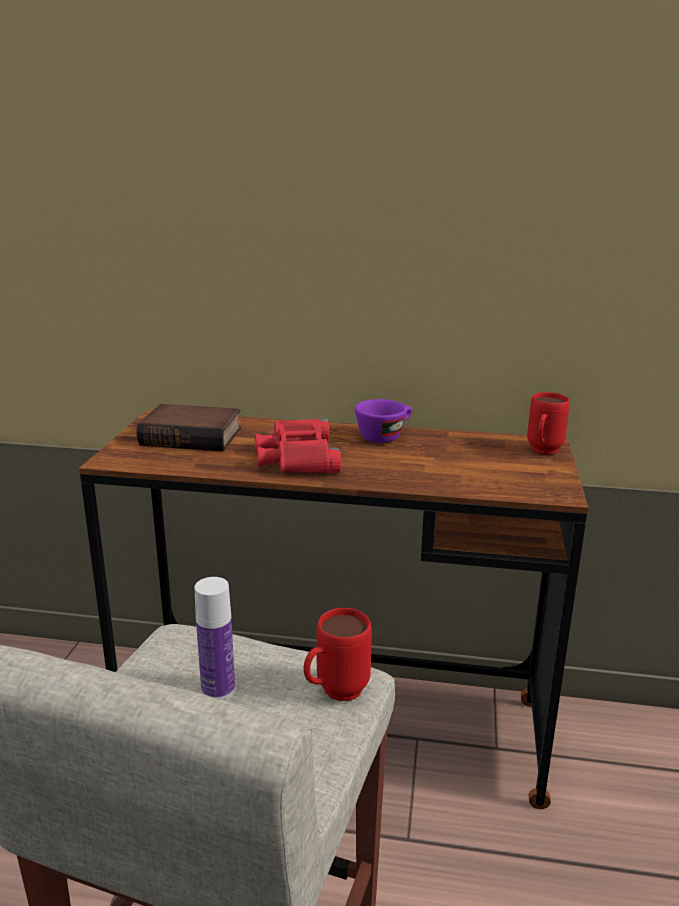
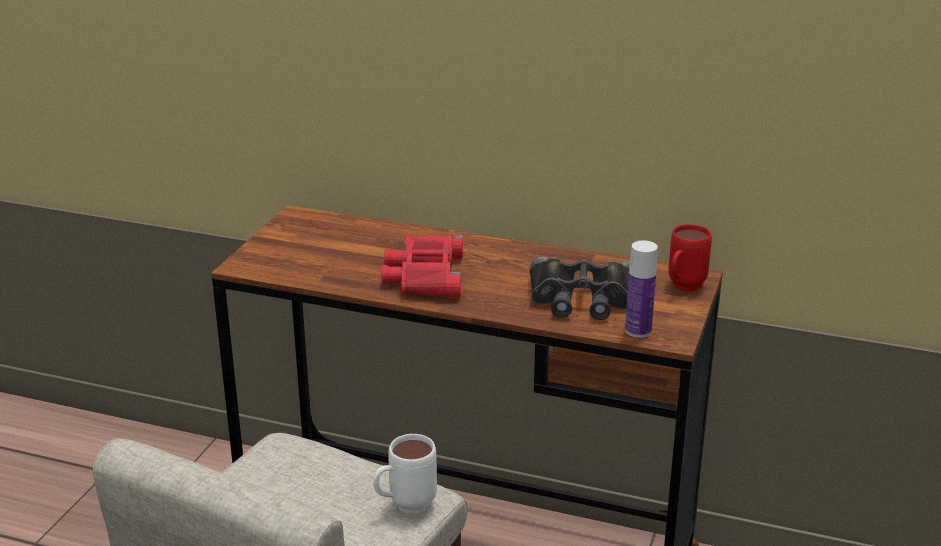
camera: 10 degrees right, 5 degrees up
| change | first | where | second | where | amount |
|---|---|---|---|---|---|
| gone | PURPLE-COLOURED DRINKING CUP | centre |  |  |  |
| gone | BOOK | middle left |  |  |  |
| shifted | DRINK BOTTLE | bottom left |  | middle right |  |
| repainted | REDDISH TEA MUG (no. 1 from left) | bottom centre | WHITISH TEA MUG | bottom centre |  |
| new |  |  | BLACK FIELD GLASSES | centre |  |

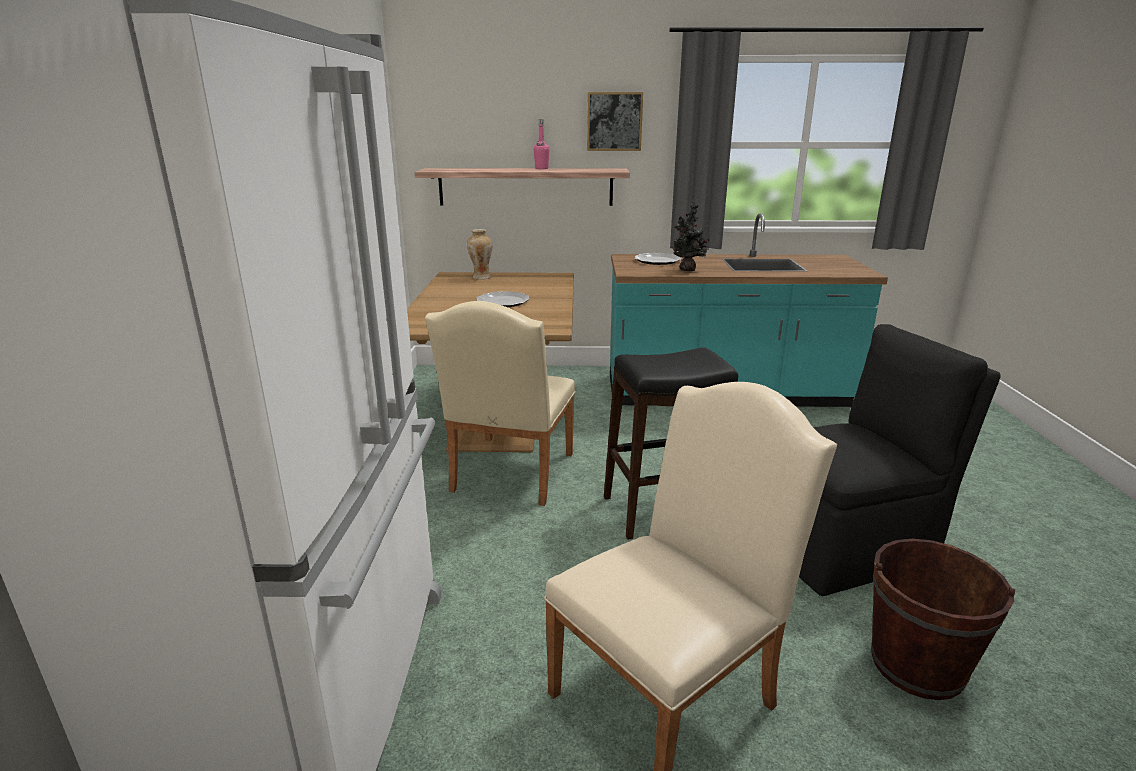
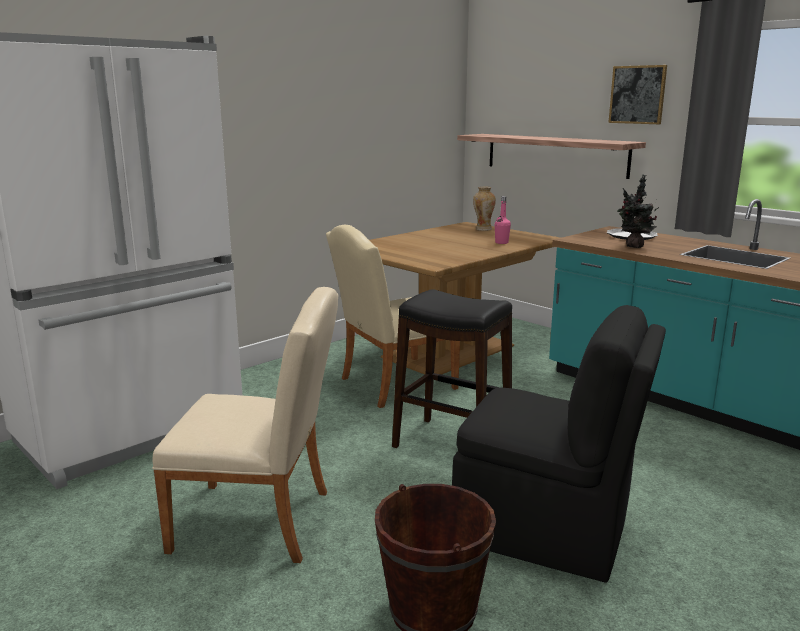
camera: 45 degrees right, 5 degrees down
| change | first | where | second | where | amount |
|---|---|---|---|---|---|
| shifted | PINK-COLOURED DRINK BOTTLE | top centre |  | centre |  |
| gone | DINNER PLATE (no. 1 from left) | centre |  |  |  |

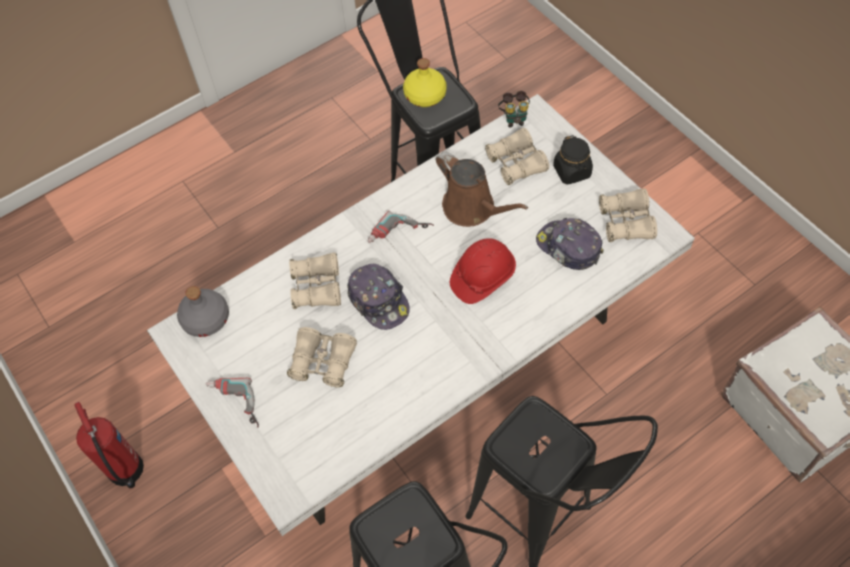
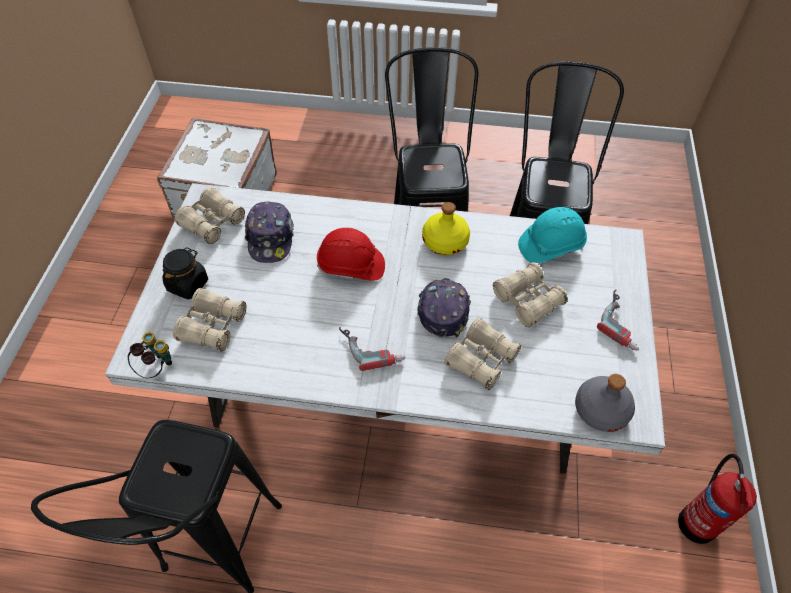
camera: 140 degrees left, 5 degrees down
| change | first | where | second | where | amount |
|---|---|---|---|---|---|
| shifted | YELLOWISH DRINK BOTTLE | top centre |  | centre |  |
| gone | BROWN WATERING POT | centre |  |  |  |
| new |  |  | BLUE-GREEN HARD HAT | middle right |  |

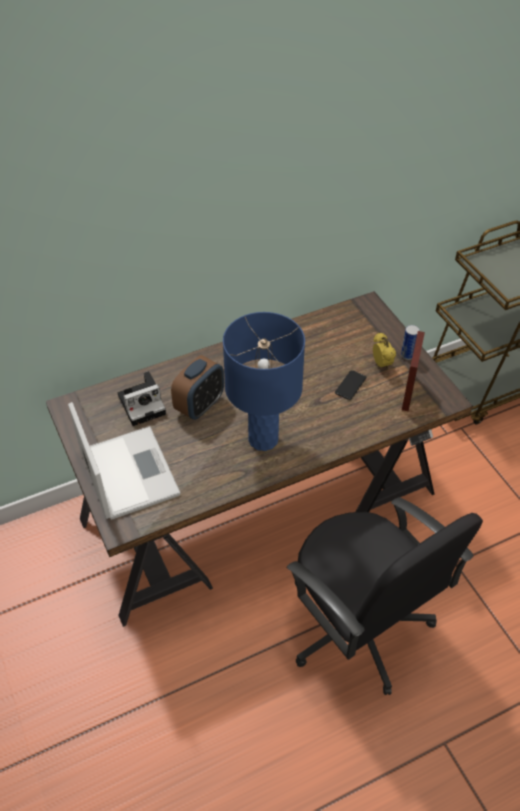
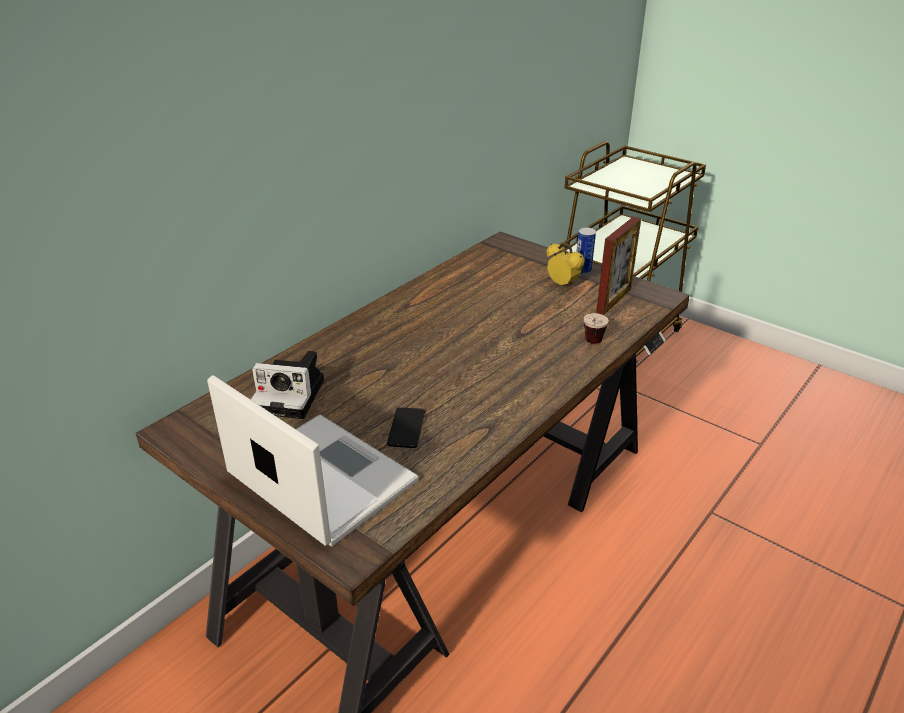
camera: 25 degrees left, 15 degrees down
| change | first | where | second | where | amount |
|---|---|---|---|---|---|
| gone | BLUISH TABLETOP LAMP | centre |  |  |  |
| rotated | PHOTO FRAME | middle right |  | middle right | 45 degrees clockwise |
| gone | TABLE CLOCK (no. 1 from left) | centre |  |  |  |
| shifted | HANDSET | middle right |  | centre |  |
| rotated | PHOTO CAMERA | middle left |  | middle left | 60 degrees clockwise |
| gone | BLACK OFFICE CHAIR | bottom right |  |  |  |
| new |  |  | DRINKING CUP | centre |  |

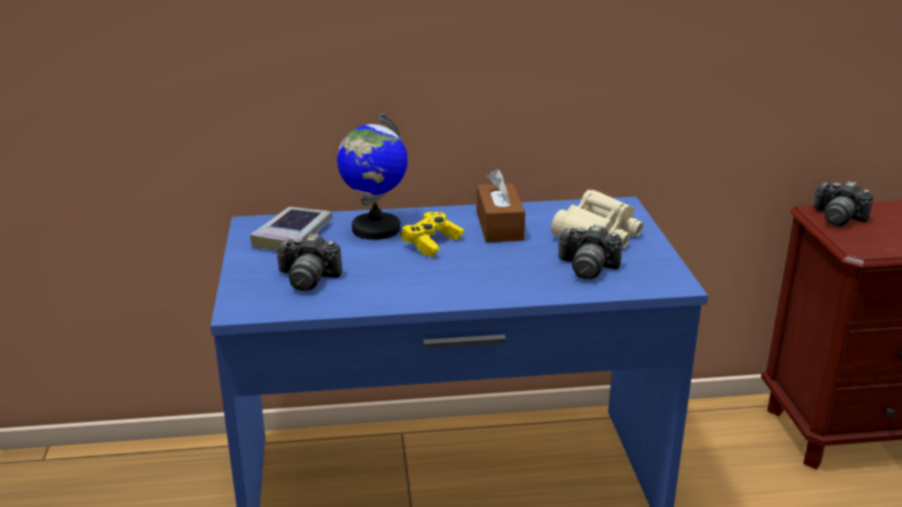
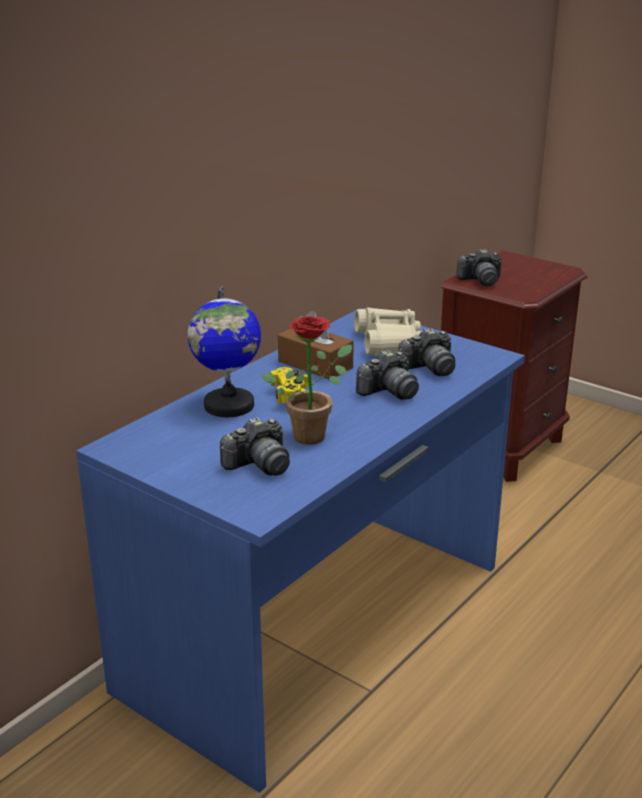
camera: 45 degrees left, 0 degrees up
| change | first | where | second | where | amount |
|---|---|---|---|---|---|
| gone | BOOK | middle left |  |  |  |
| new |  |  | POTTED PLANT | centre |  |
| new |  |  | PHOTO CAMERA (no. 2 from left) | centre |  |

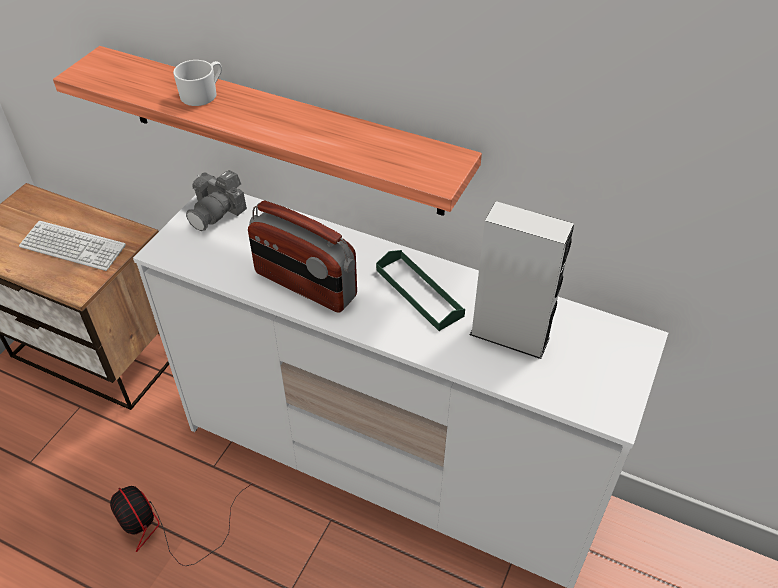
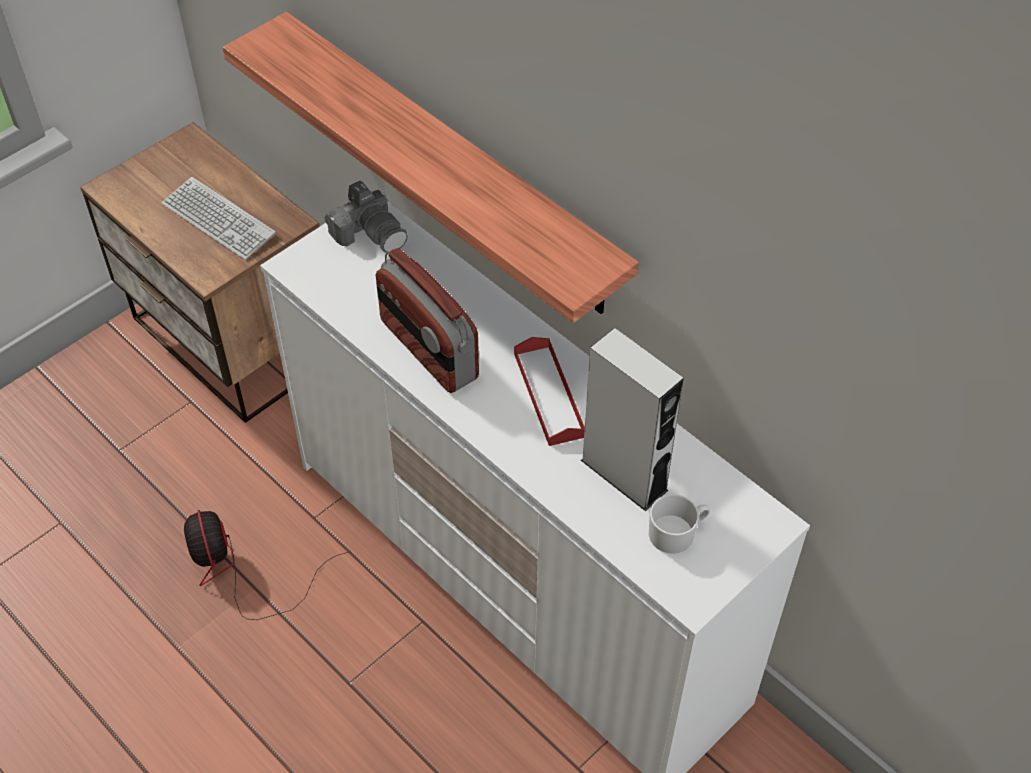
camera: 20 degrees right, 5 degrees up
| change | first | where | second | where | amount |
|---|---|---|---|---|---|
| shifted | WHITISH TEA MUG | top left |  | bottom centre |  |
| rotated | PHOTO CAMERA | middle left |  | top centre | 90 degrees counterclockwise |
| repainted | GREEN-COLOURED TRAY | centre | REDDISH TRAY | centre |  |

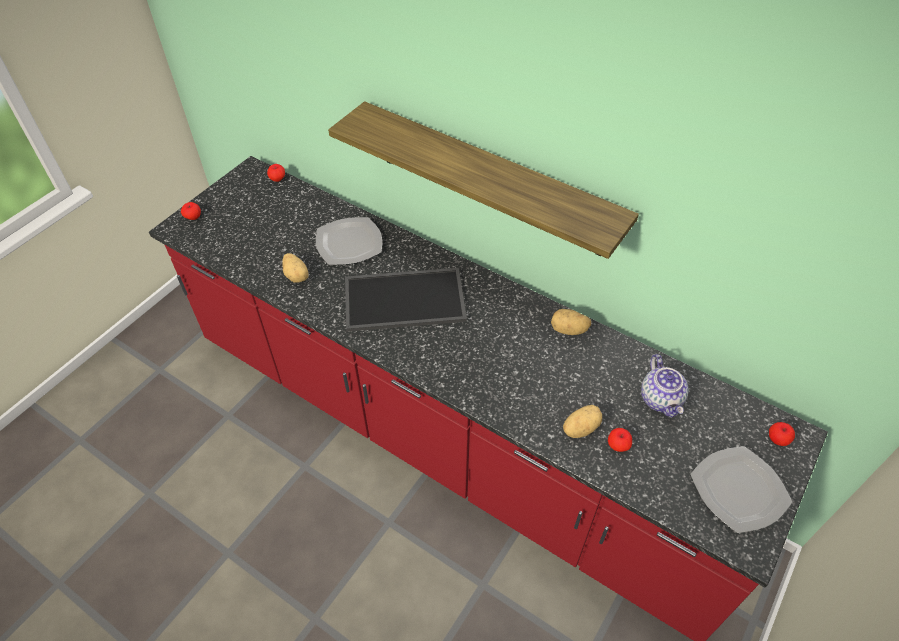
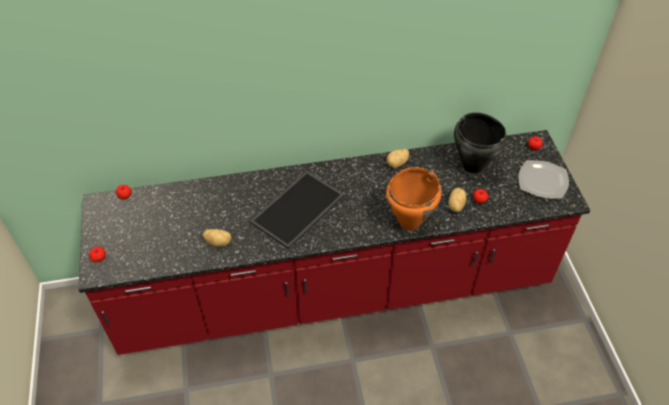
camera: 45 degrees left, 0 degrees up
| change | first | where | second | where | amount |
|---|---|---|---|---|---|
| gone | BRACKET SHELF | top centre |  |  |  |
| gone | DINNER PLATE (no. 1 from left) | centre |  |  |  |
| swapped | TEAPOT | middle right | BLACK STOCKPOT | middle right |  |
| new |  |  | ORANGEY STOCKPOT | centre |  |

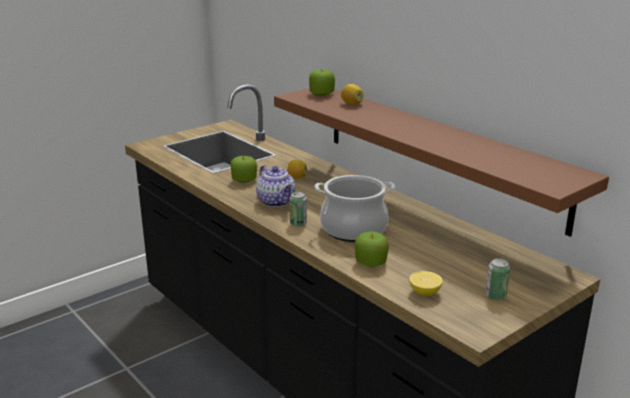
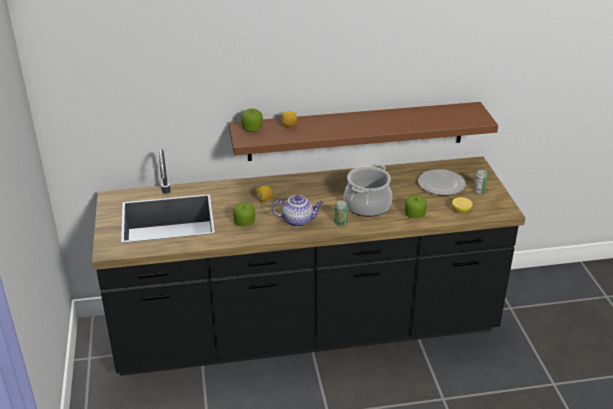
camera: 60 degrees left, 10 degrees up
| change | first | where | second | where | amount |
|---|---|---|---|---|---|
| new |  |  | DINNER PLATE | middle right |  |

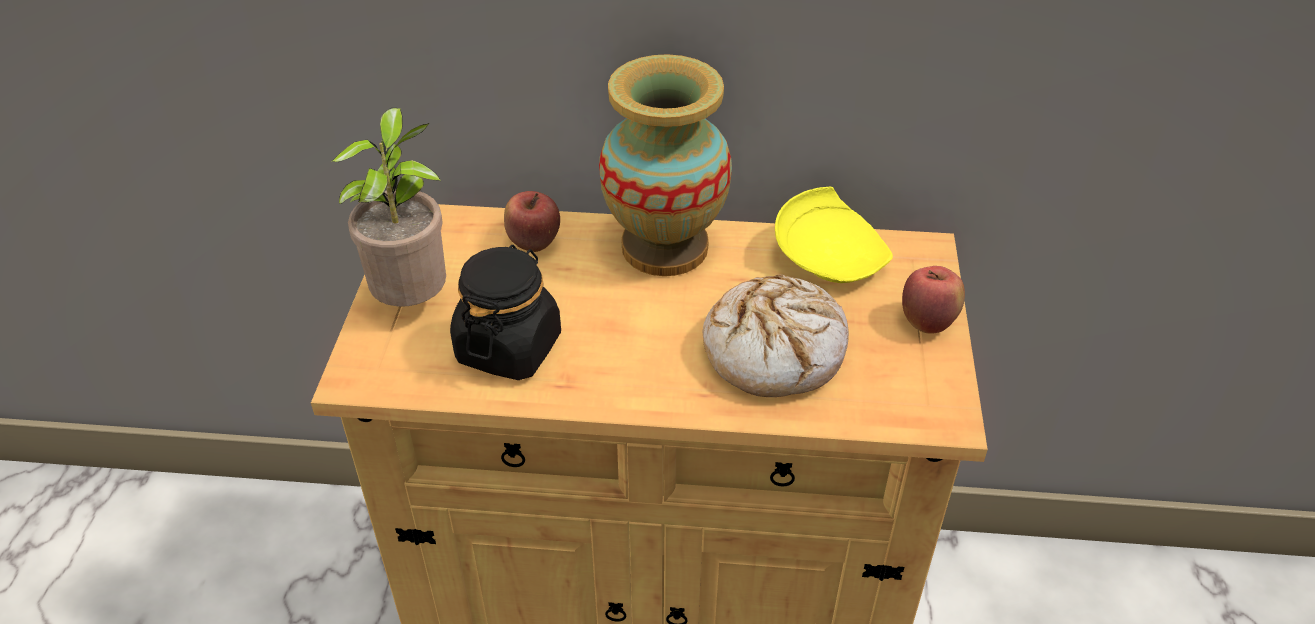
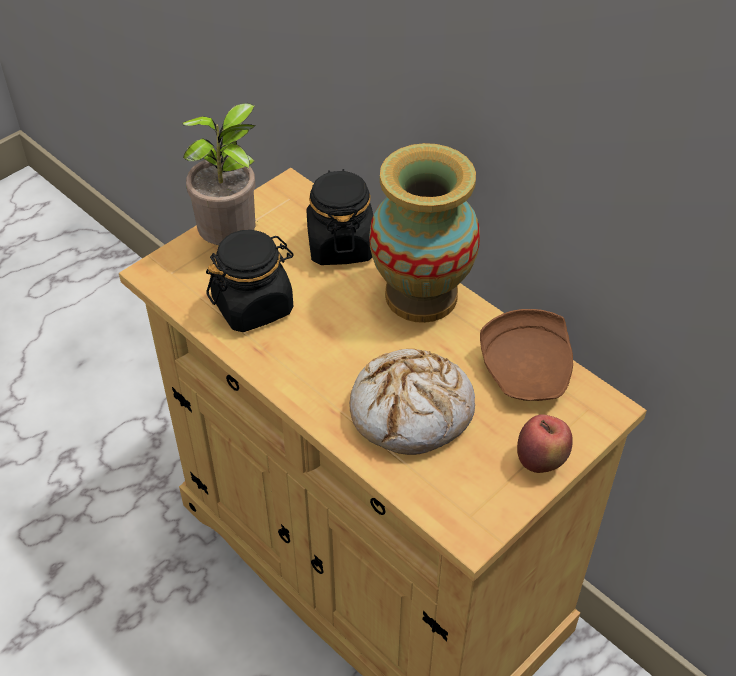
camera: 40 degrees right, 5 degrees up
| change | first | where | second | where | amount |
|---|---|---|---|---|---|
| repainted | YELLOWISH DINNER PLATE | centre | BROWN DINNER PLATE | middle right |  |
| swapped | APPLE (no. 1 from left) | centre | BLACK PRESERVE JAR (no. 2 from left) | top centre |  |

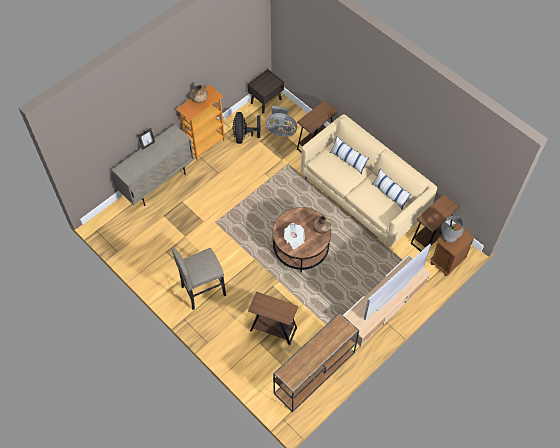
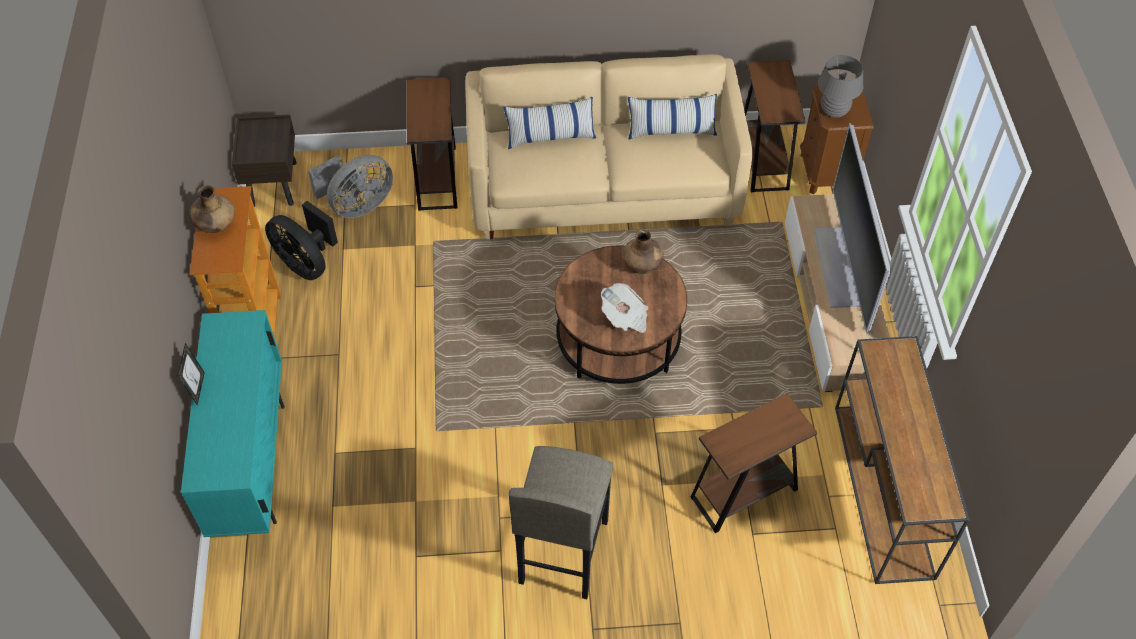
camera: 50 degrees left, 5 degrees down
| change | first | where | second | where | amount |
|---|---|---|---|---|---|
| repainted | BEIGE-COLOURED STORAGE CABINET | middle left | BLUE-GREEN STORAGE CABINET | middle left |  |

